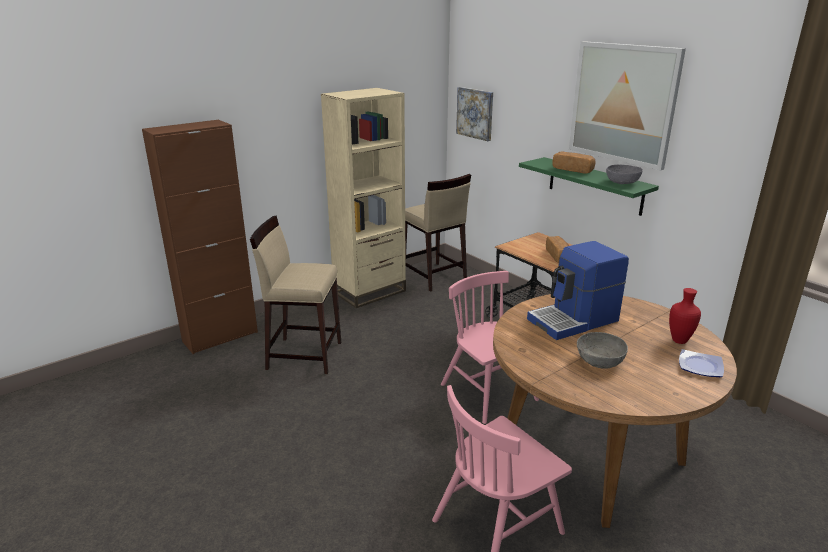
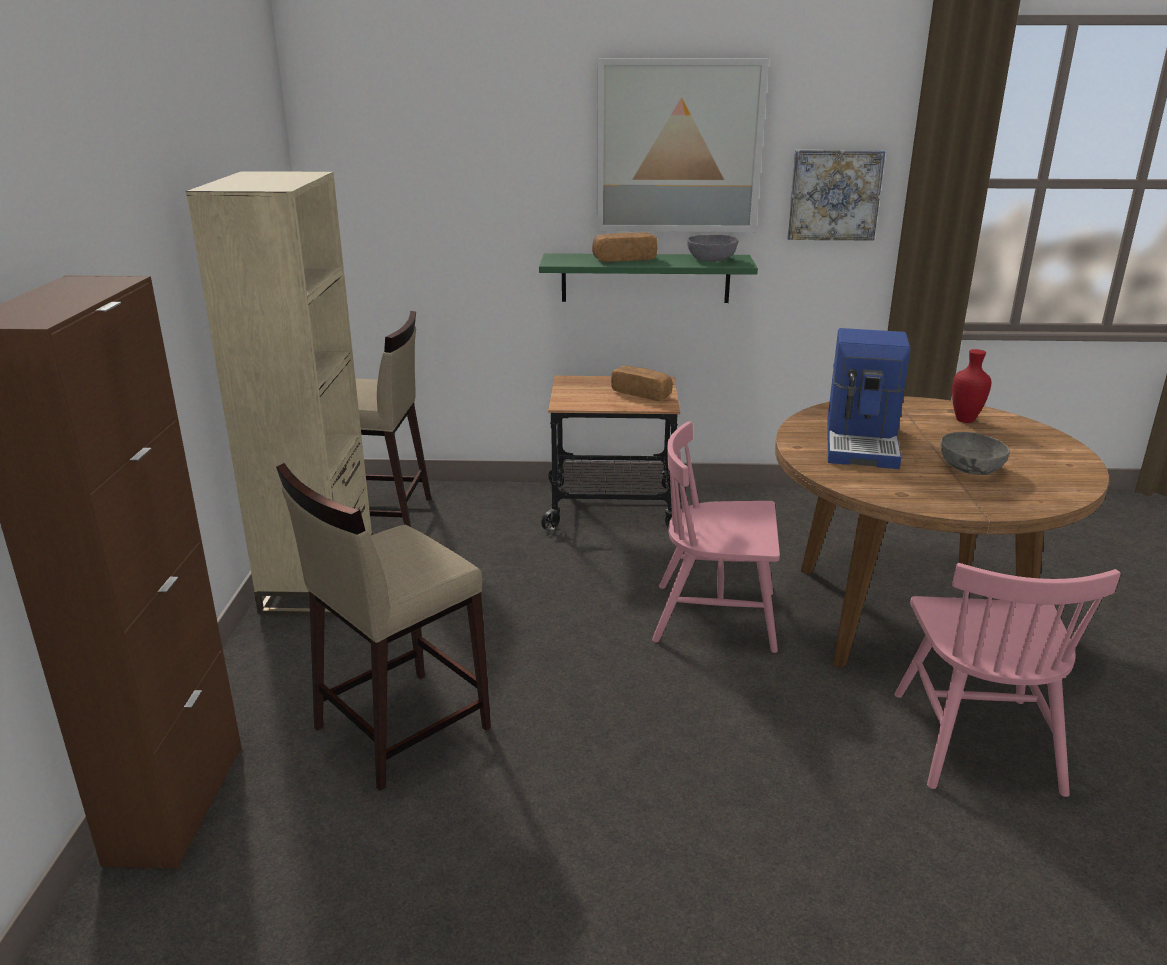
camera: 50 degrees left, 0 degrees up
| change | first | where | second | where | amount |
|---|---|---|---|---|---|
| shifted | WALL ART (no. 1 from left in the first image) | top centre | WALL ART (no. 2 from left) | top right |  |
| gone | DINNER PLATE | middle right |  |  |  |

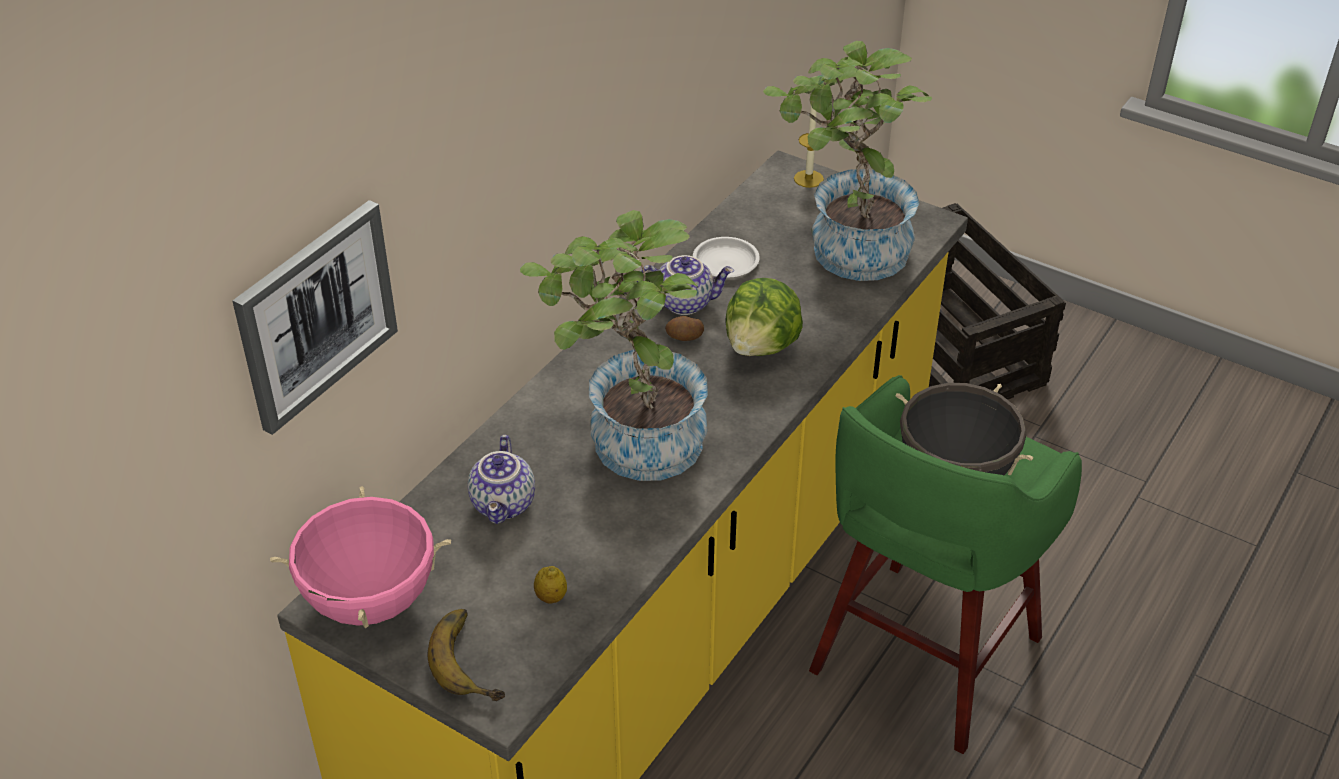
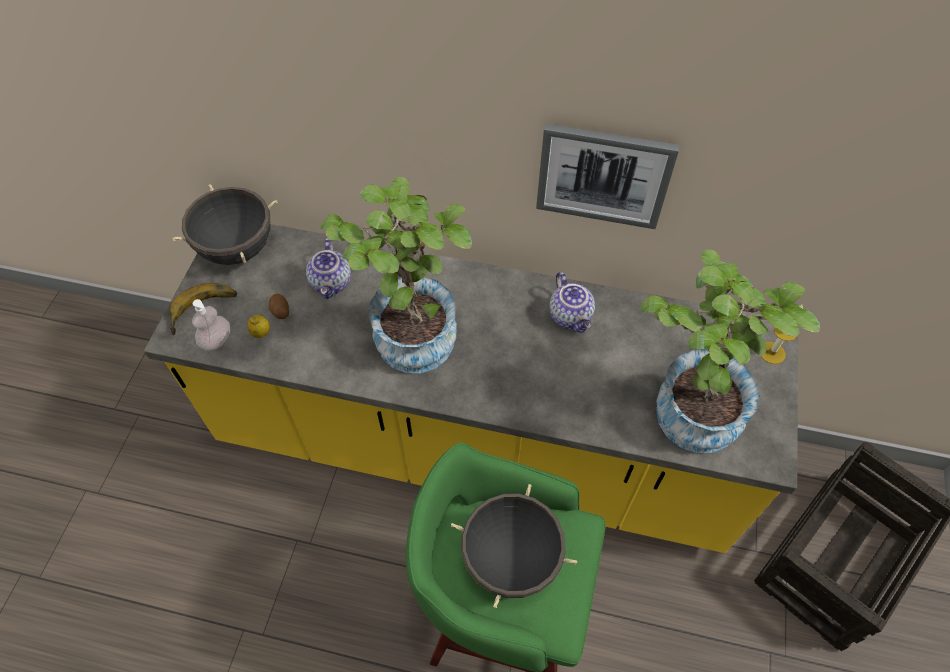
camera: 70 degrees right, 15 degrees up
| change | first | where | second | where | amount |
|---|---|---|---|---|---|
| shifted | WALL ART | middle left |  | top centre |  |
| gone | WHITISH DINNER PLATE | top centre |  |  |  |
| gone | HEAD OF LETTUCE | centre |  |  |  |
| shifted | SPUD | centre |  | middle left |  |
| rotated | TEAPOT (no. 1 from left) | centre |  | centre | 75 degrees counterclockwise |
| repainted | PINK-COLOURED STOCKPOT | bottom left | BLACK STOCKPOT (no. 1 from left) | middle left |  |
| new |  |  | LIQUID SOAP BOTTLE | middle left |  |

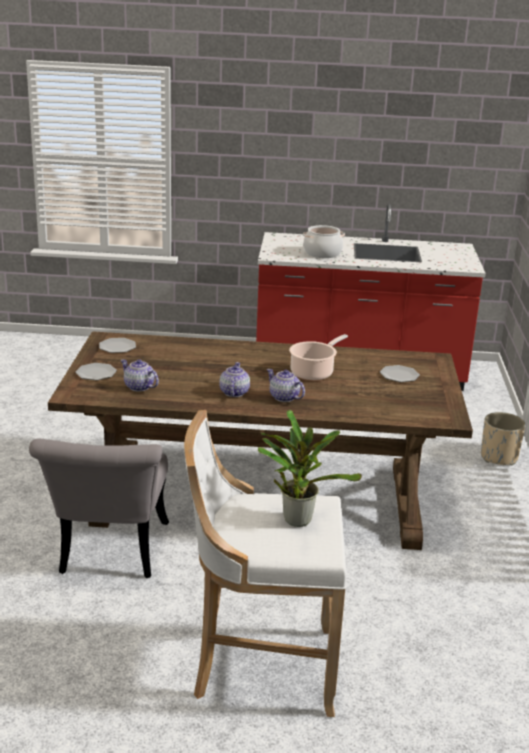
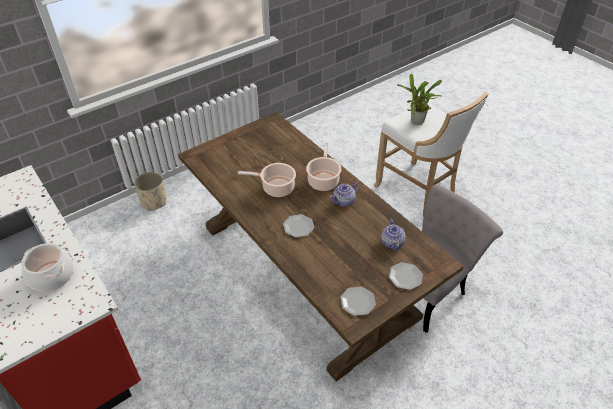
camera: 130 degrees left, 20 degrees up
| change | first | where | second | where | amount |
|---|---|---|---|---|---|
| shifted | DINNER PLATE (no. 3 from left in the first image) | middle right | DINNER PLATE (no. 1 from left) | centre |  |
| swapped | TEAPOT (no. 3 from left) | centre | STOCKPOT (no. 3 from left) | centre |  |

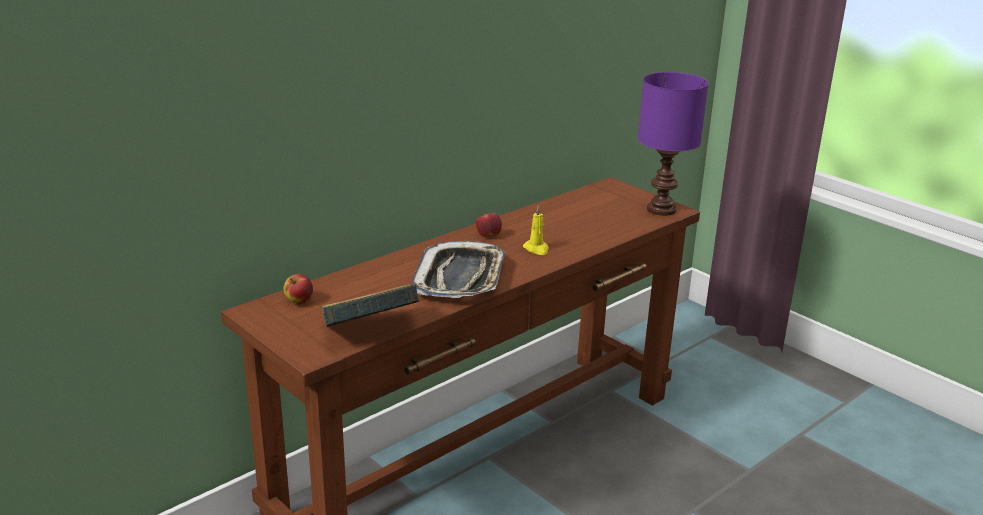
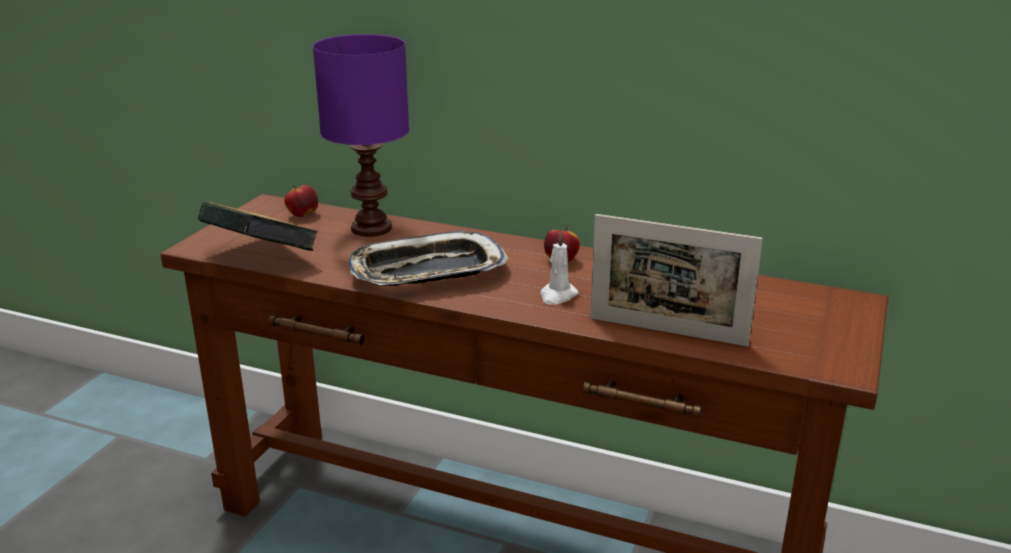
camera: 65 degrees right, 0 degrees up
| change | first | where | second | where | amount |
|---|---|---|---|---|---|
| shifted | PURPLE-COLOURED TABLETOP LAMP | top right |  | top centre |  |
| repainted | YELLOWISH WAX CANDLE | centre | WHITISH WAX CANDLE | centre |  |
| new |  |  | PHOTO FRAME | middle right |  |

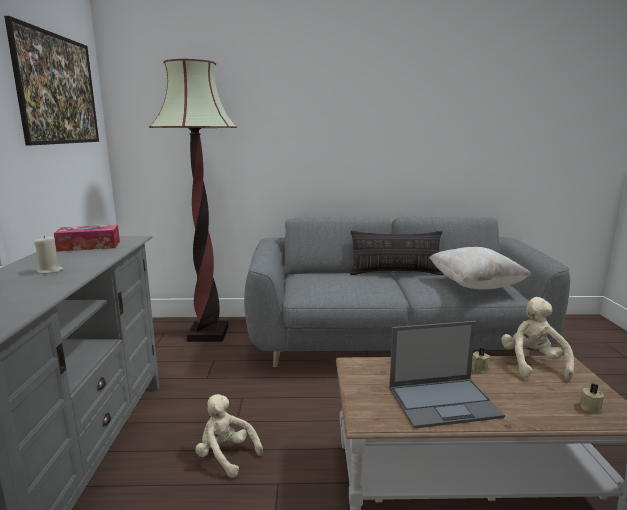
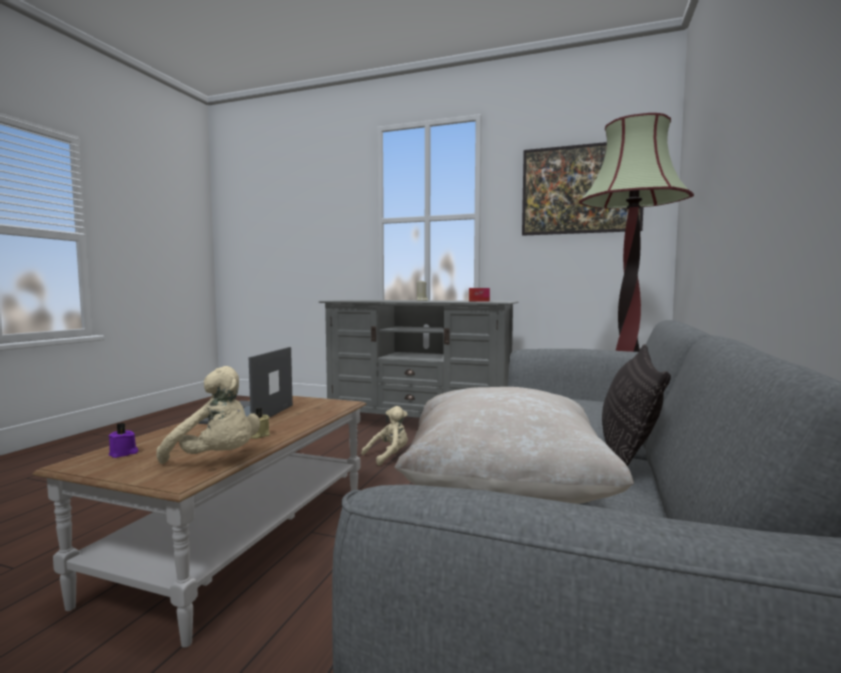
camera: 110 degrees right, 10 degrees down
| change | first | where | second | where | amount |
|---|---|---|---|---|---|
| repainted | BEIGE-COLOURED WAX CANDLE (no. 3 from left) | bottom right | PURPLE-COLOURED WAX CANDLE | middle left |  |

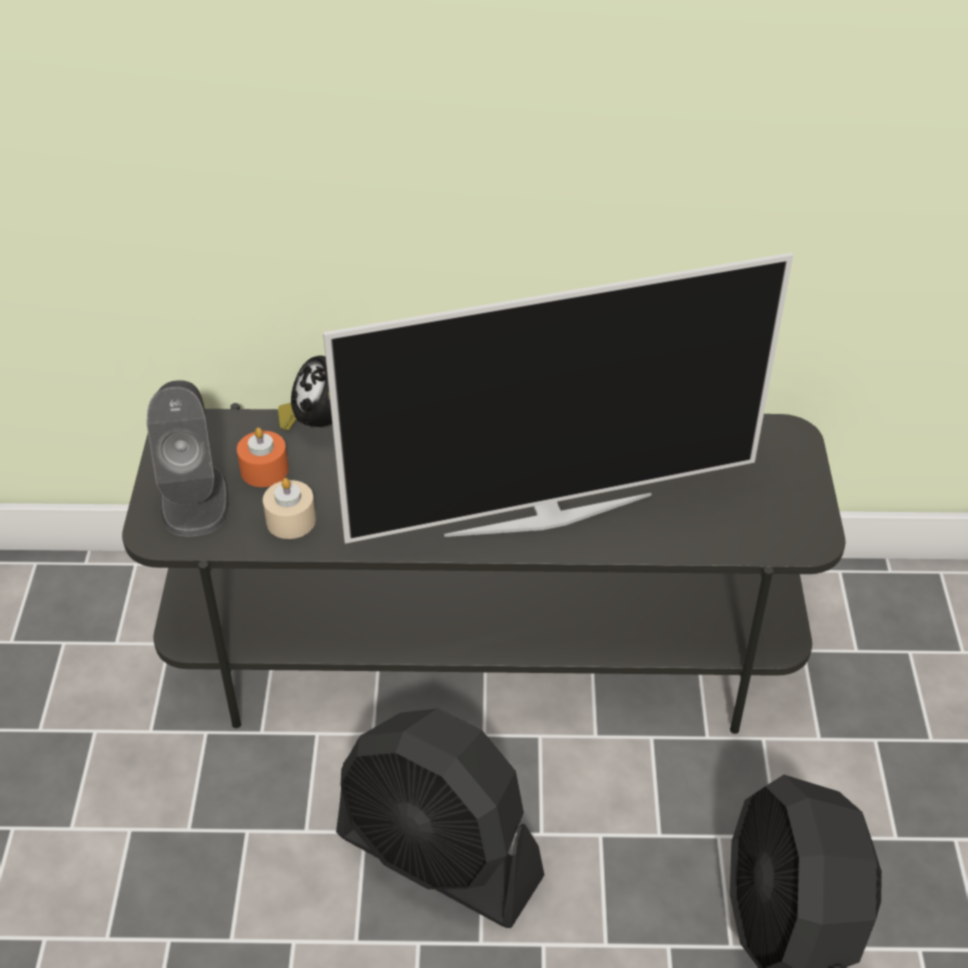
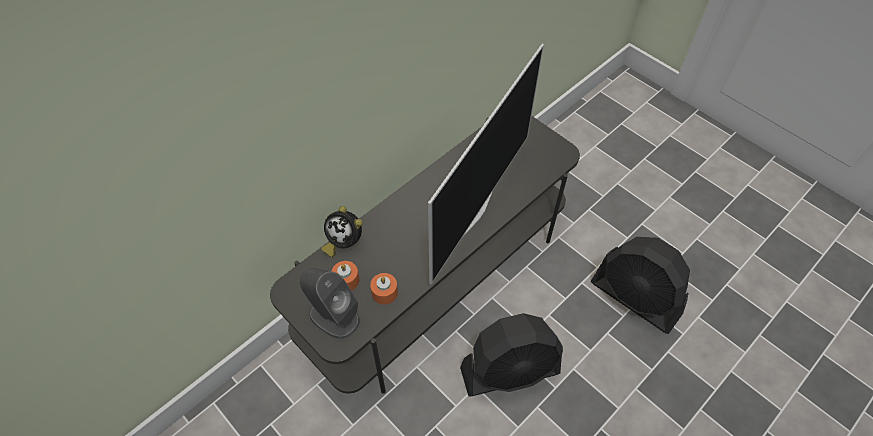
camera: 45 degrees left, 10 degrees up
| change | first | where | second | where | amount |
|---|---|---|---|---|---|
| repainted | BEIGE-COLOURED WAX CANDLE | middle left | ORANGEY WAX CANDLE (no. 2 from left) | centre |  |

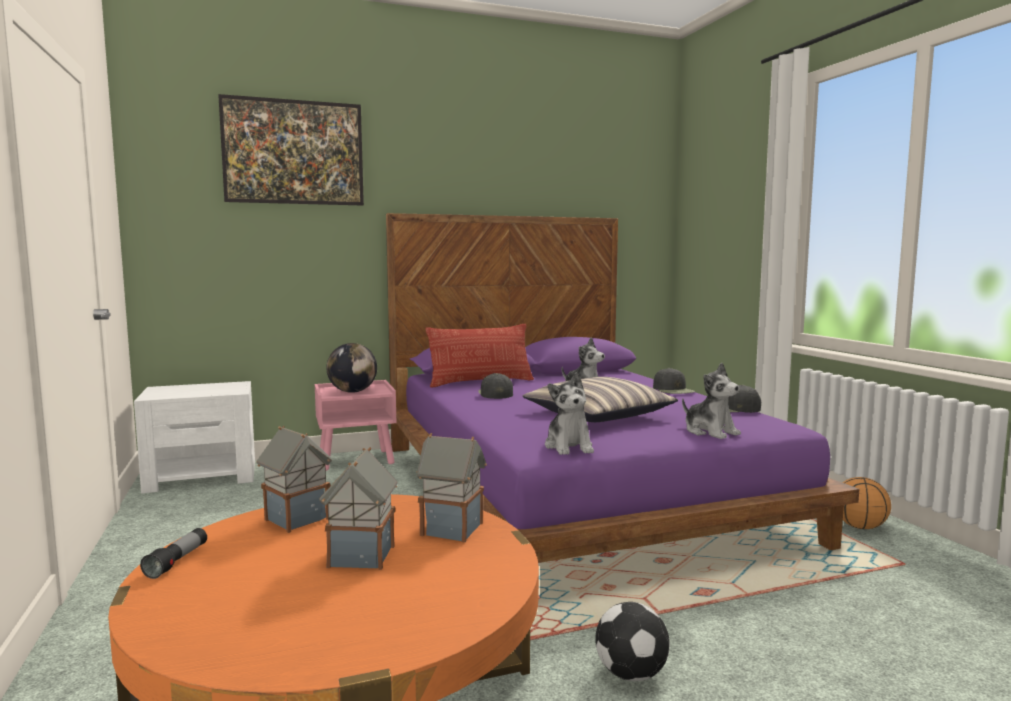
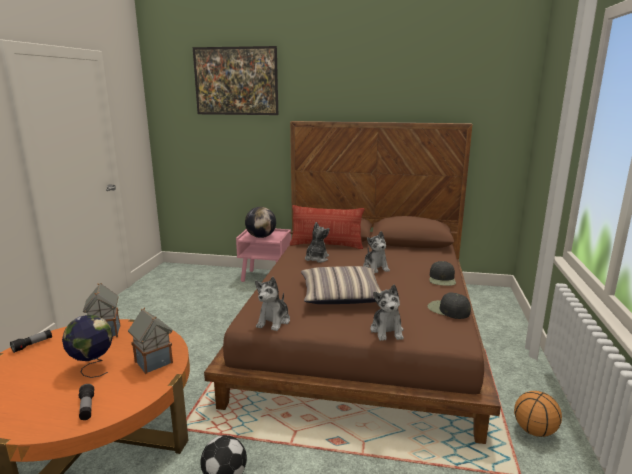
camera: 30 degrees right, 10 degrees up
| change | first | where | second | where | amount |
|---|---|---|---|---|---|
| repainted | PURPLE-COLOURED SLEEPING BED | centre | BROWN SLEEPING BED | centre |  |
| swapped | BLACK PEAKED CAP (no. 1 from left) | centre | PLUSH TOY (no. 2 from left) | centre |  |
| gone | WHITISH NIGHTSTAND | middle left |  |  |  |
| swapped | MINIATURE HOUSE (no. 2 from left) | bottom centre | DESK GLOBE (no. 1 from left) | bottom left |  |
| new |  |  | TORCH (no. 2 from left) | bottom left |  |

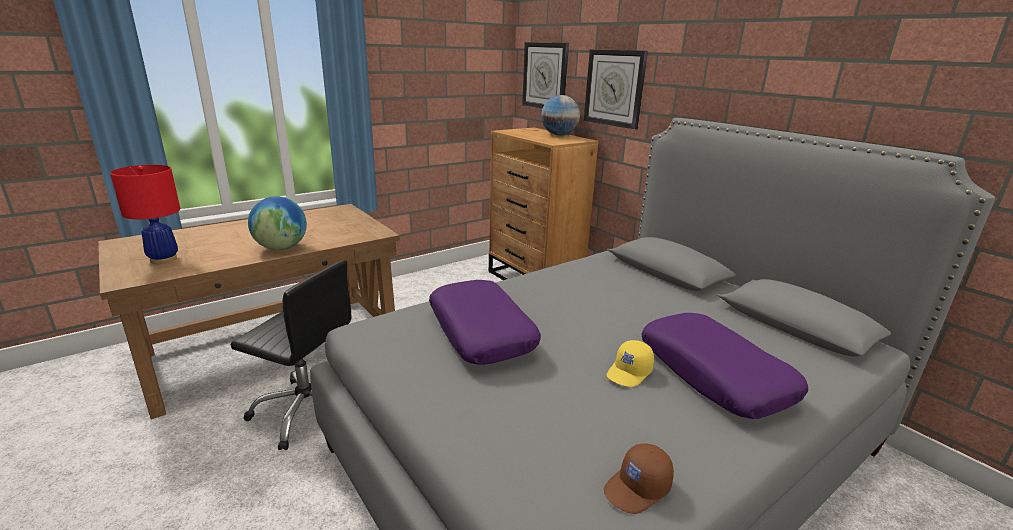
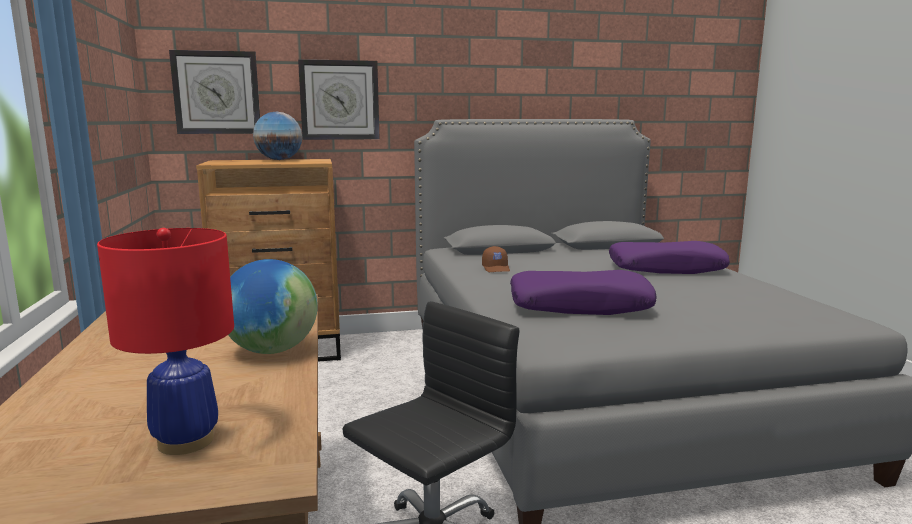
camera: 65 degrees left, 10 degrees down
| change | first | where | second | where | amount |
|---|---|---|---|---|---|
| gone | YELLOWISH PEAKED CAP | bottom centre |  |  |  |
| shifted | BROWN PEAKED CAP | bottom centre |  | centre |  |

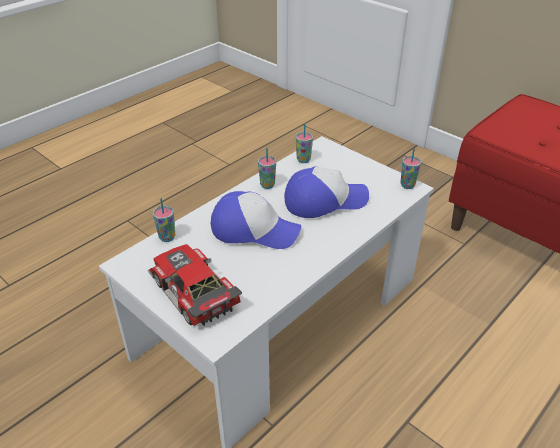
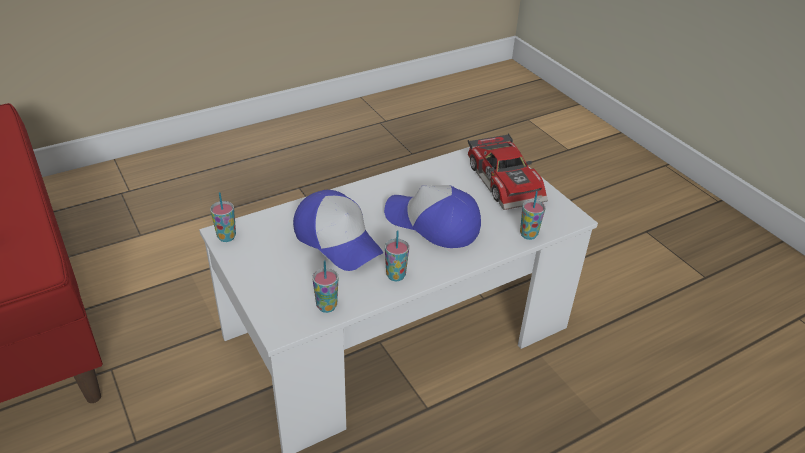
camera: 165 degrees left, 0 degrees up
| change | first | where | second | where | amount |
|---|---|---|---|---|---|
| rotated | PEAKED CAP (no. 2 from left in the first image) | centre | PEAKED CAP (no. 1 from left) | centre | 135 degrees counterclockwise |

